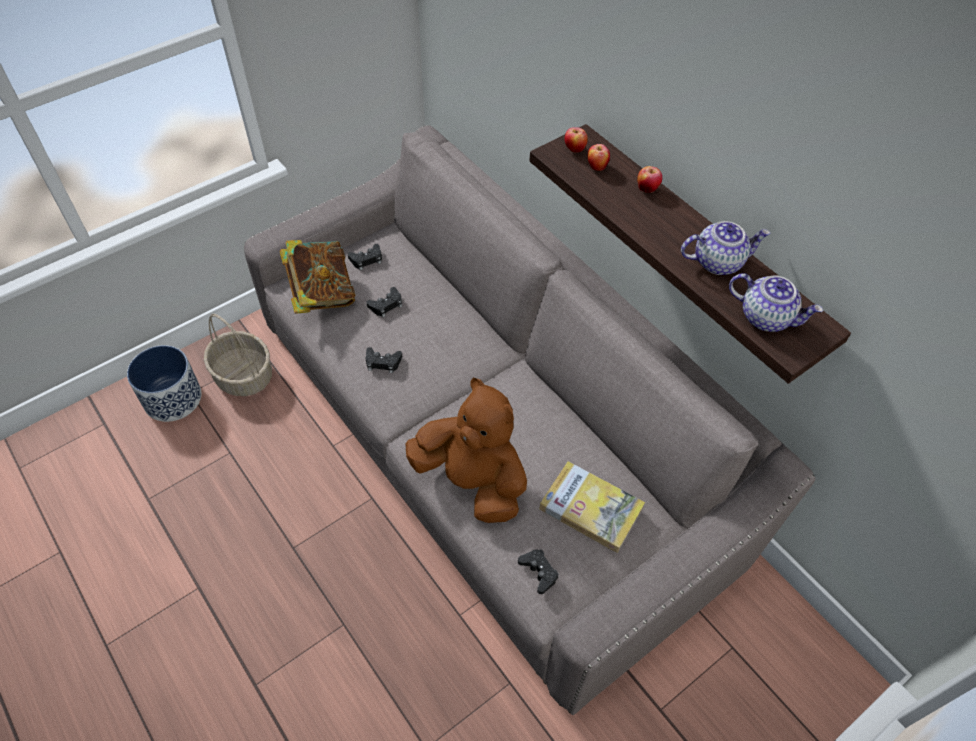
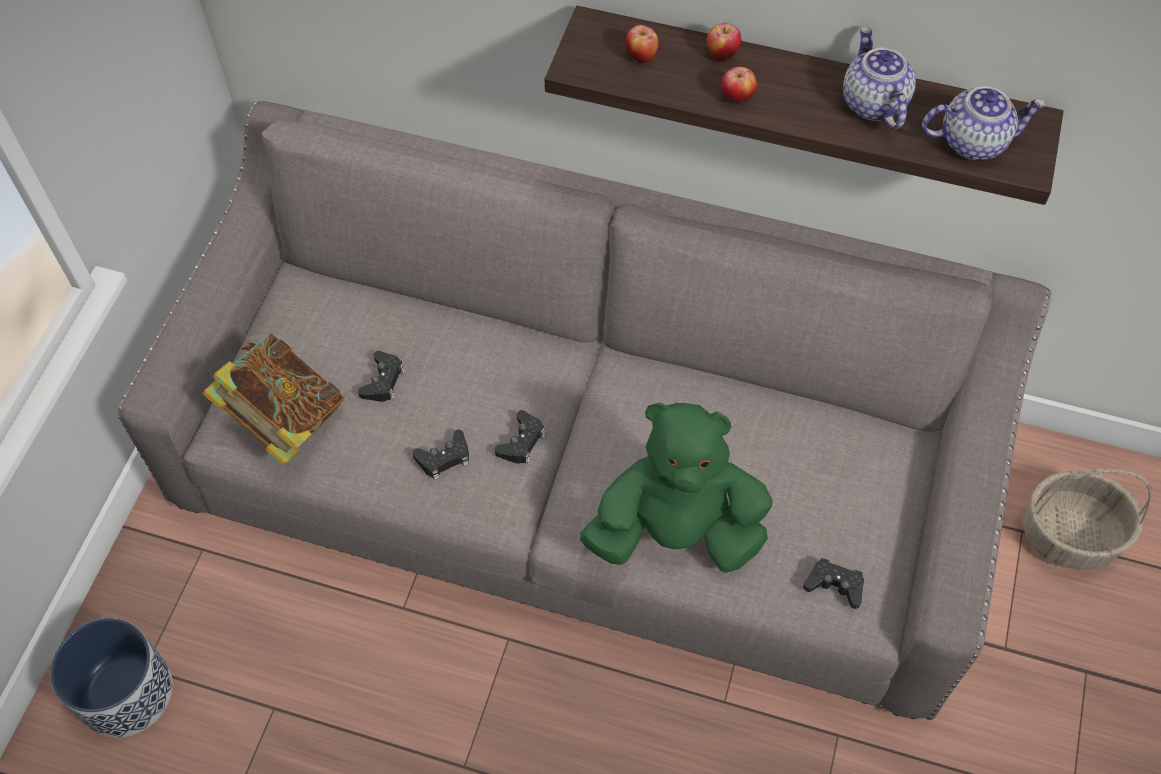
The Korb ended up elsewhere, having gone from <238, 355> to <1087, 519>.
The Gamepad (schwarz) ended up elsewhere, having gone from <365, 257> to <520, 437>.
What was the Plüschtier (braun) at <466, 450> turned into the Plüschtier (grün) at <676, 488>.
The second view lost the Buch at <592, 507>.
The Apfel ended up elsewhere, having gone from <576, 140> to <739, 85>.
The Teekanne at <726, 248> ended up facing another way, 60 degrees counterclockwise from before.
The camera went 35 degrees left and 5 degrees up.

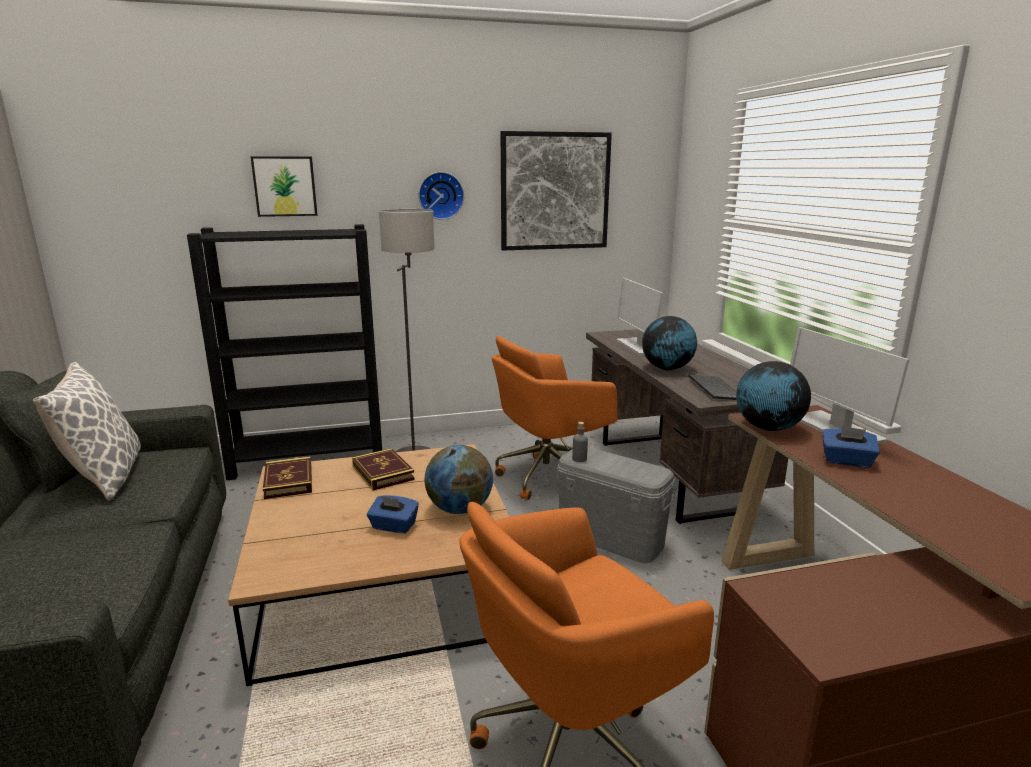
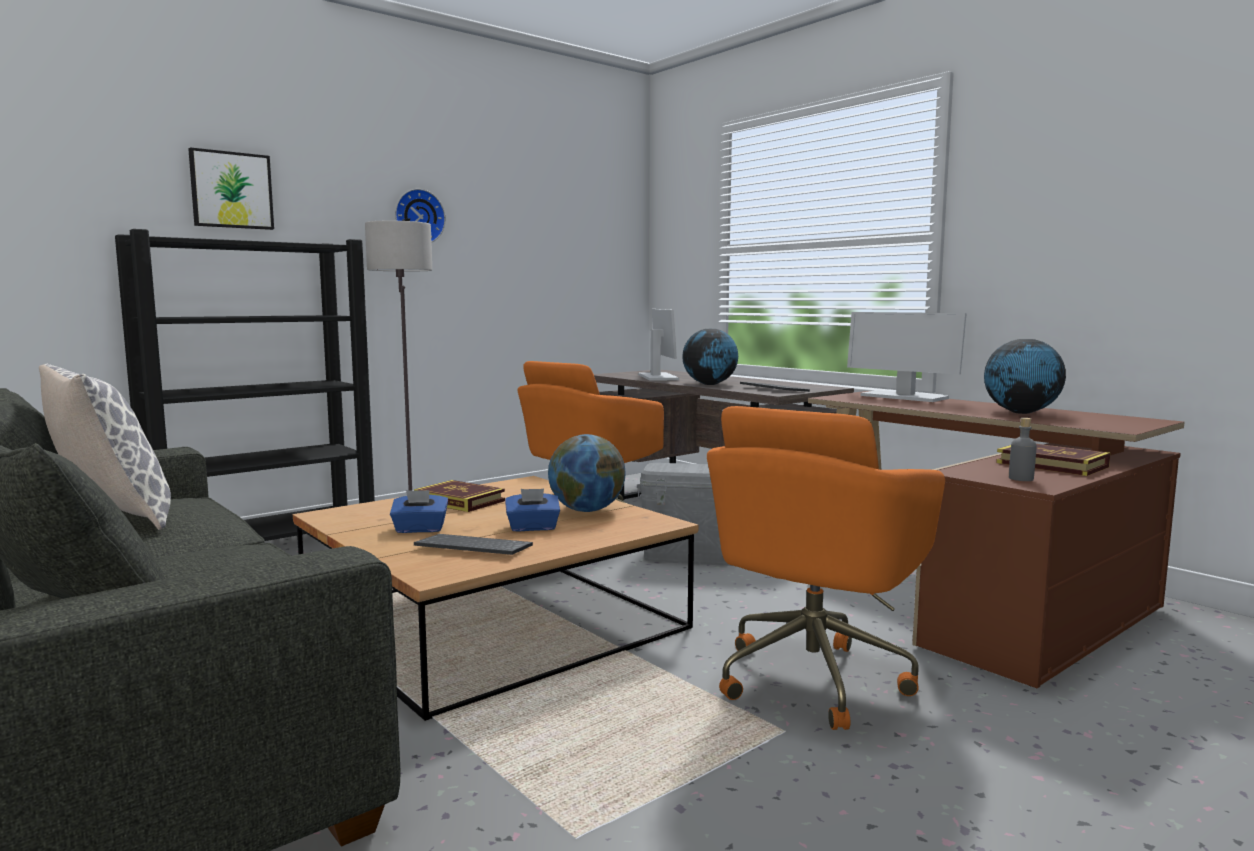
The Buch ended up elsewhere, having gone from <287, 477> to <1053, 460>.
The second view lost the Bild at <556, 190>.
The Flasche (grau) ended up elsewhere, having gone from <580, 442> to <1023, 449>.
The Monitor at <640, 316> ended up facing another way, 150 degrees counterclockwise from before.
The Globus ended up elsewhere, having gone from <773, 396> to <1025, 376>.
The Taschentuchbox (blau) ended up elsewhere, having gone from <851, 447> to <419, 511>.
The second view gained the Tastatur at <473, 544>.
The camera went 25 degrees left and 10 degrees down.

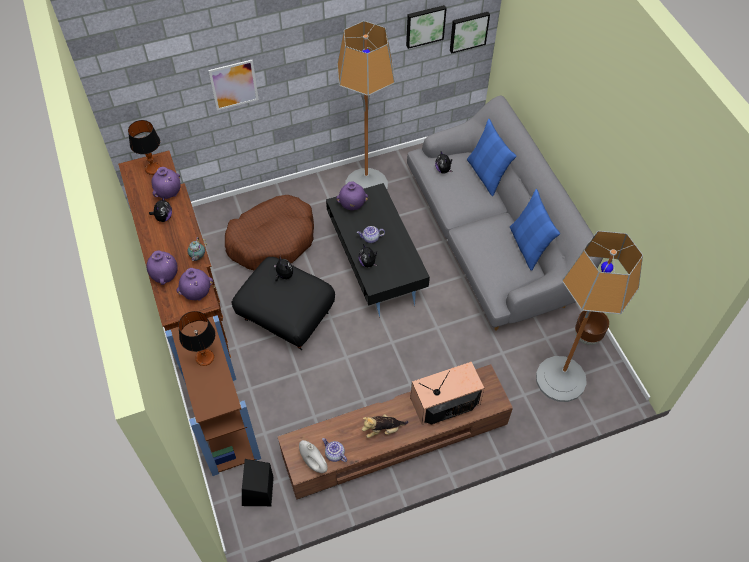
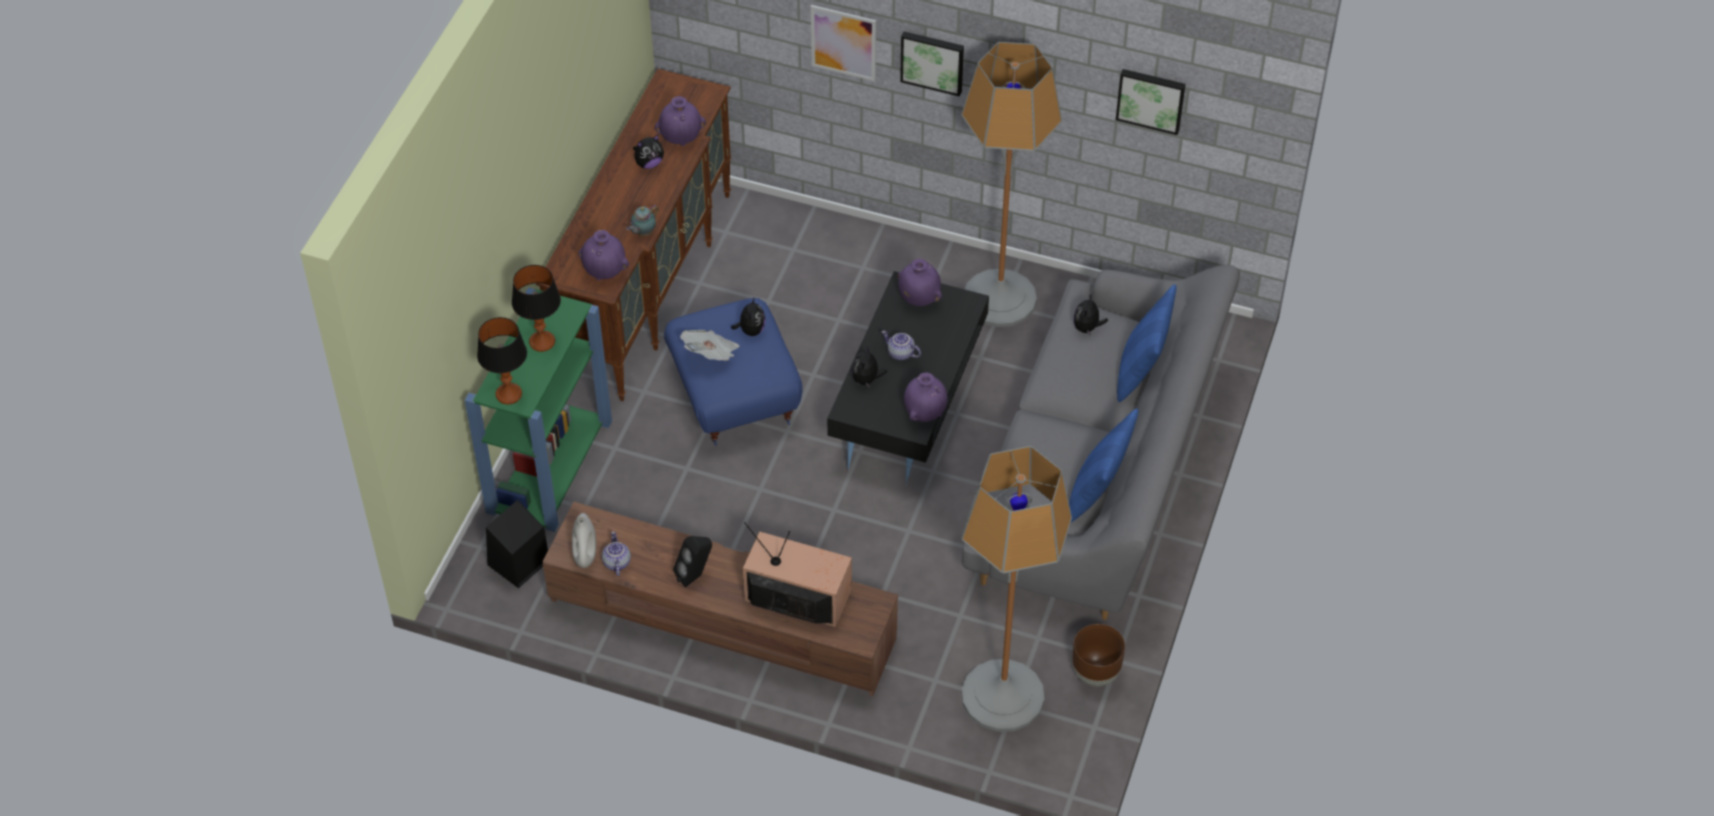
The Tischlampe ended up elsewhere, having gone from <144, 147> to <502, 361>.
The Vase (lila) ended up elsewhere, having gone from <162, 267> to <926, 397>.
What was the Bücherregal (braun) at <213, 395> turned into the Bücherregal (grün) at <538, 410>.
The second view lost the Hundebett (braun) at <269, 233>.
What was the Polsterhocker (schwarz) at <283, 303> turned into the Polsterhocker (blau) at <733, 372>.
Where the Plüschtier stood at <385, 426>, the Lautsprecher (schwarz) came to stand at <692, 562>.
The Bild ended up elsewhere, having gone from <470, 33> to <932, 64>.
The second view gained the Zeitung at <709, 345>.
The camera went 40 degrees right and 5 degrees down.

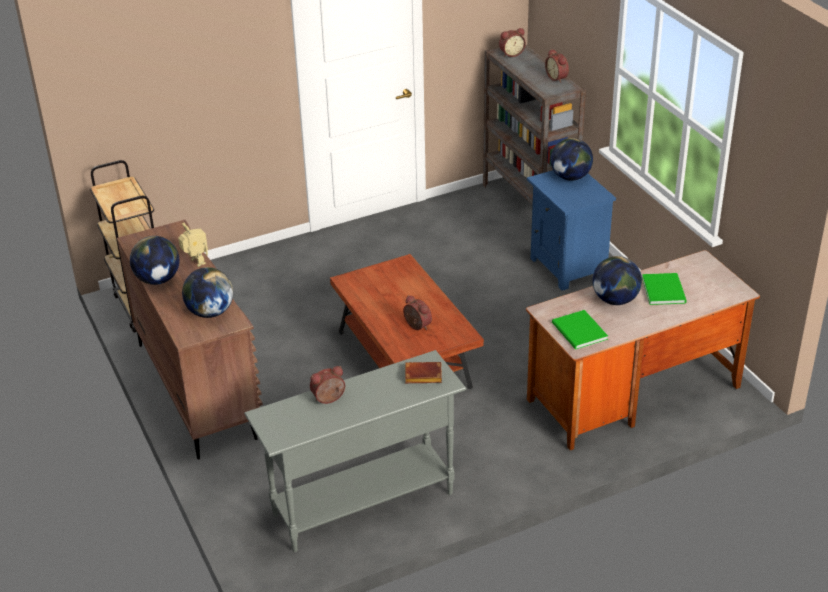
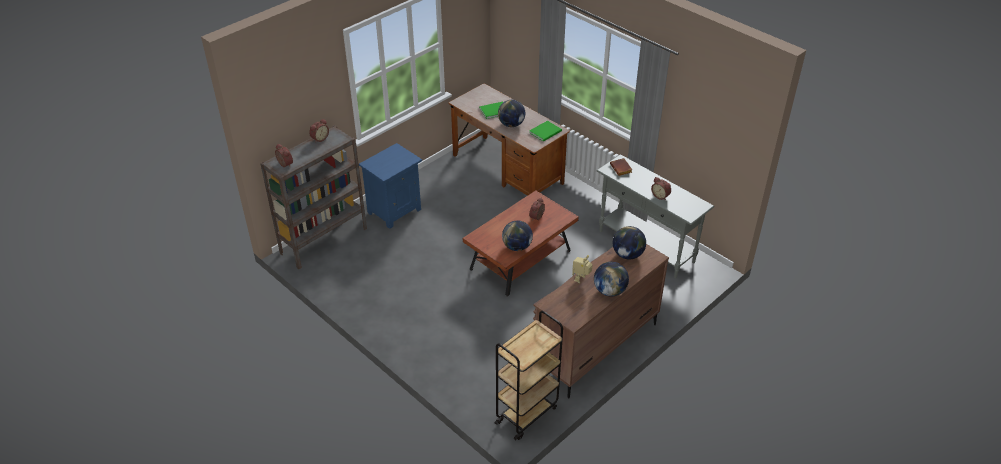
The Globus ended up elsewhere, having gone from <571, 159> to <517, 235>.
The camera went 110 degrees left and 5 degrees up.

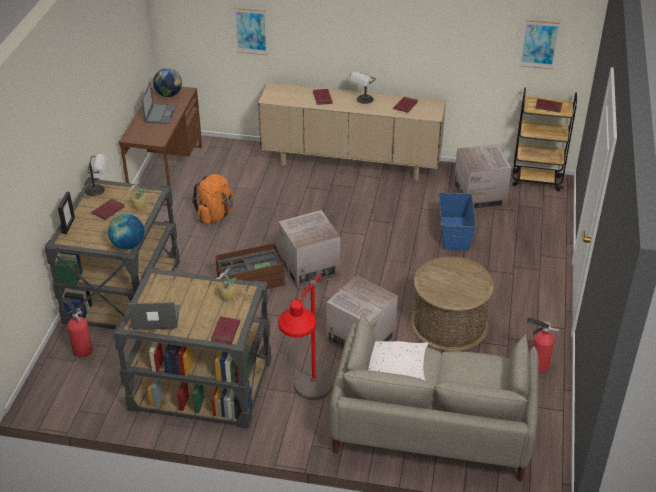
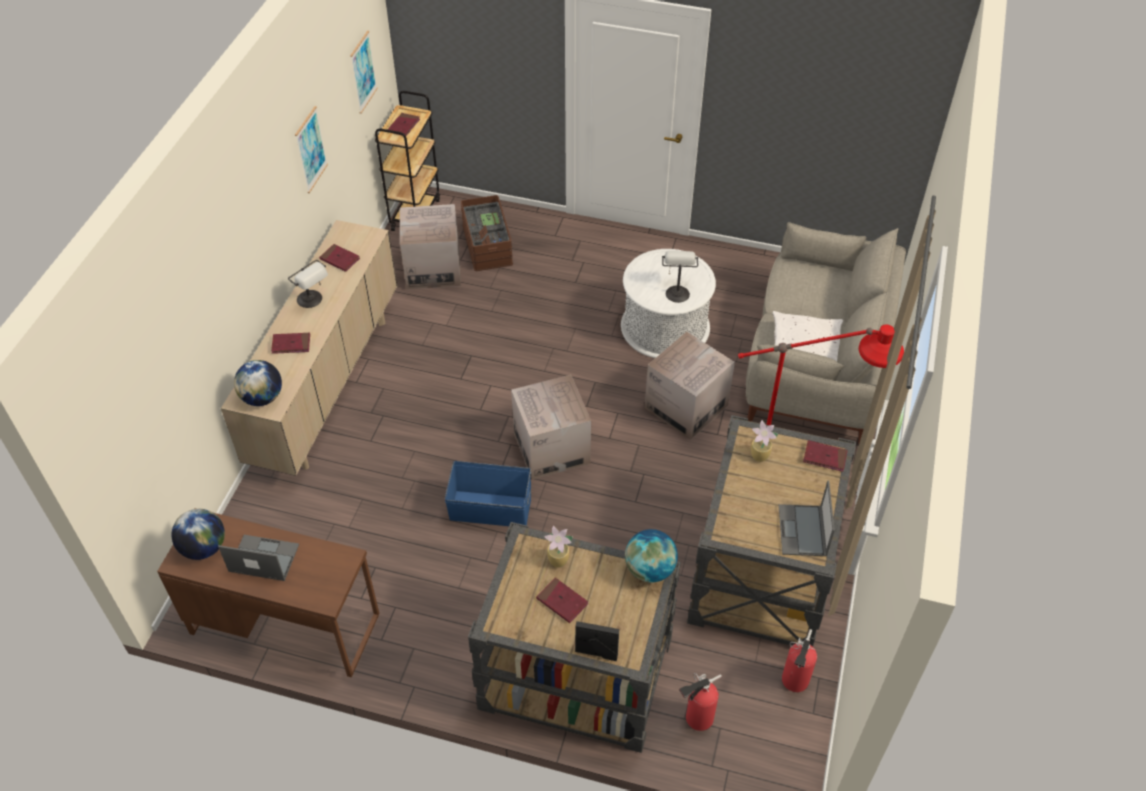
The Tischlampe ended up elsewhere, having gone from <97, 175> to <680, 277>.
The second view lost the Rucksack (orange) at <213, 199>.
The Aufbewahrungsbox (braun) ended up elsewhere, having gone from <250, 266> to <487, 233>.
The Bild ended up elsewhere, having gone from <251, 31> to <311, 149>.
What was the Couchtisch (braun) at <452, 304> turned into the Couchtisch (weiß) at <668, 303>.
The Aufbewahrungsbox (blau) ended up elsewhere, having gone from <457, 221> to <488, 493>.
The Feuerlöscher ended up elsewhere, having gone from <542, 344> to <799, 660>.
The second view gained the Globus at <258, 383>.
The camera went 85 degrees left and 10 degrees up.

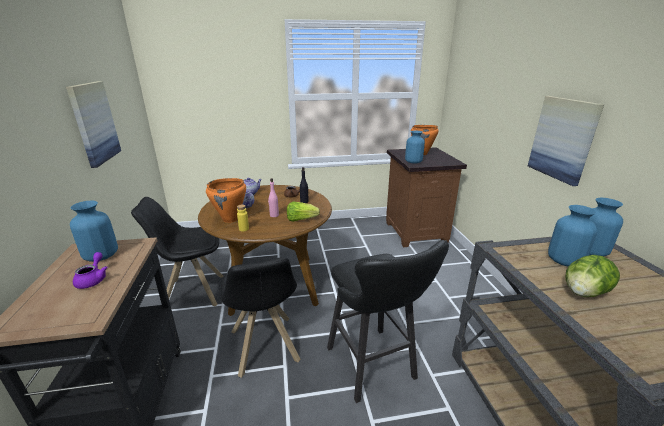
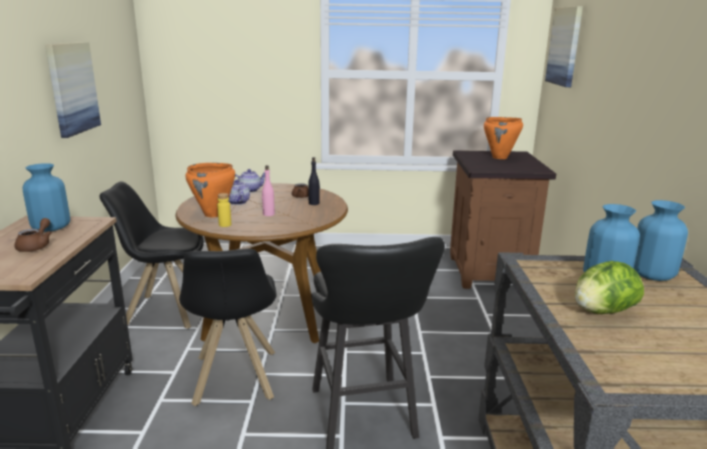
What was the Teekanne (lila) at <90, 270> turned into the Teekanne (braun) at <33, 235>.
The second view lost the Salatkopf at <303, 212>.
The second view lost the Vase (blau) at <415, 147>.
The Bild ended up elsewhere, having gone from <566, 141> to <564, 46>.
The camera went 10 degrees right and 5 degrees down.

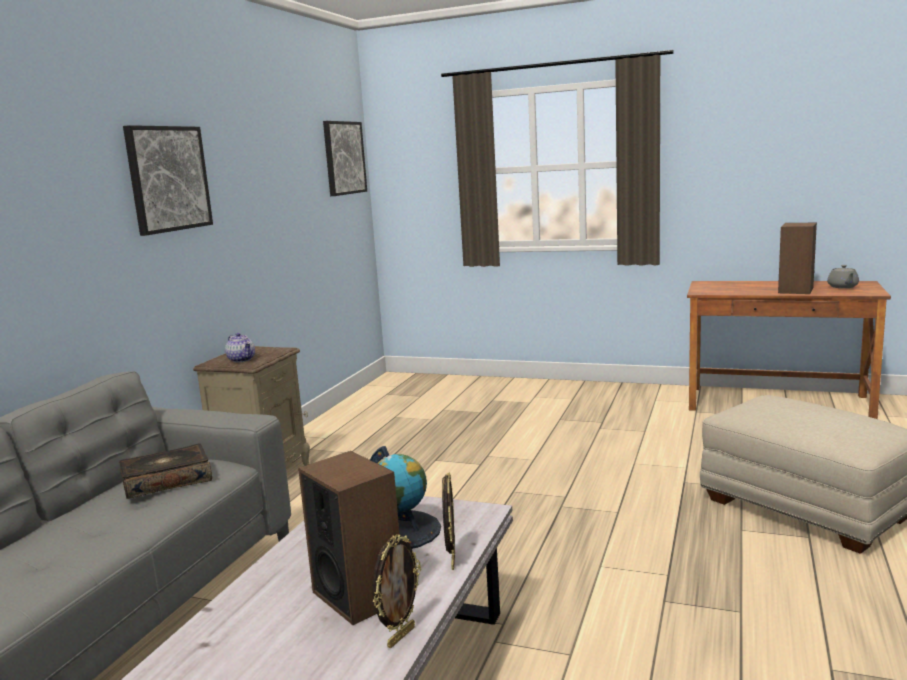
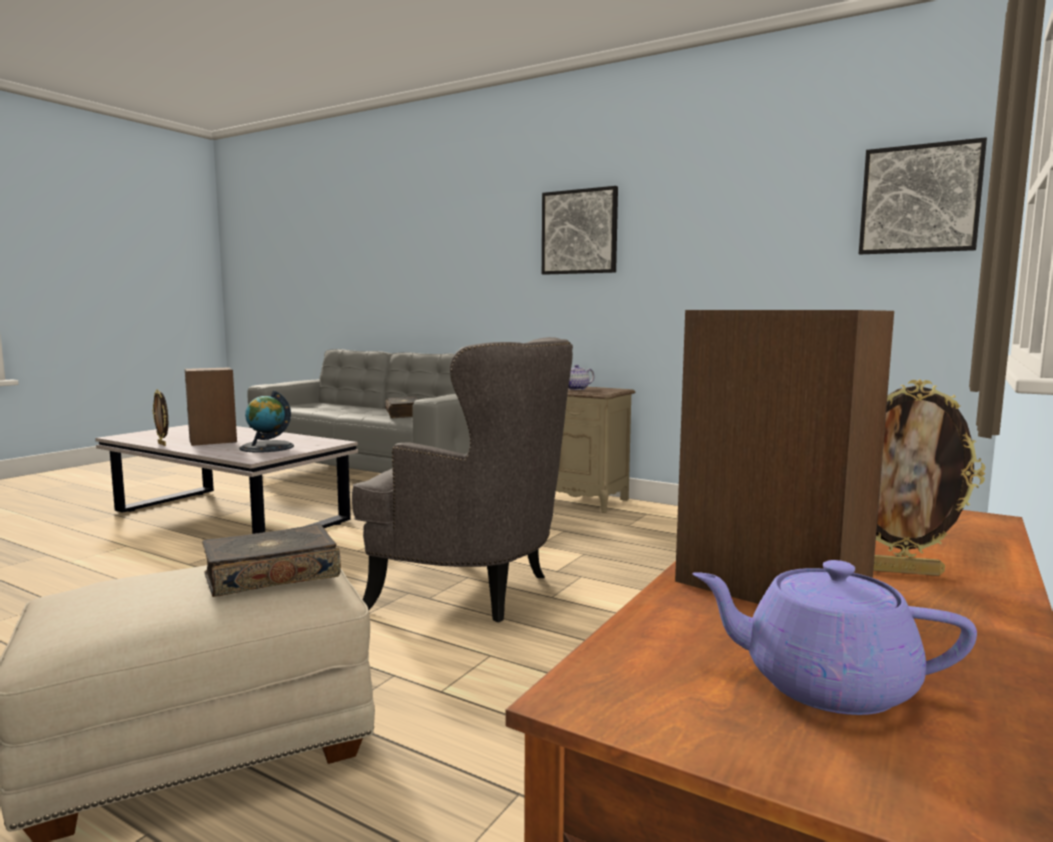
The Bilderrahmen ended up elsewhere, having gone from <448, 521> to <929, 477>.
What was the Teekanne (grau) at <843, 276> turned into the Teekanne (lila) at <834, 637>.
The second view gained the Buch at <271, 560>.
The second view gained the Sessel (grau) at <462, 480>.
The camera went 100 degrees right and 5 degrees down.

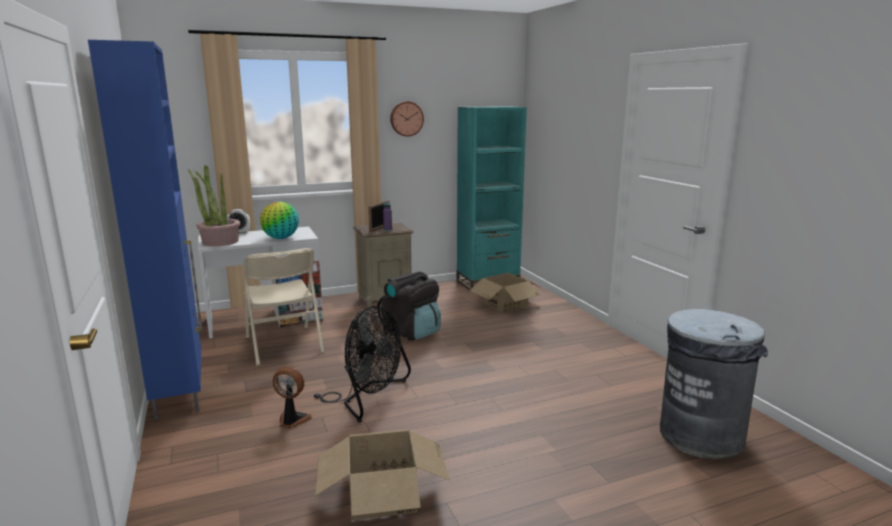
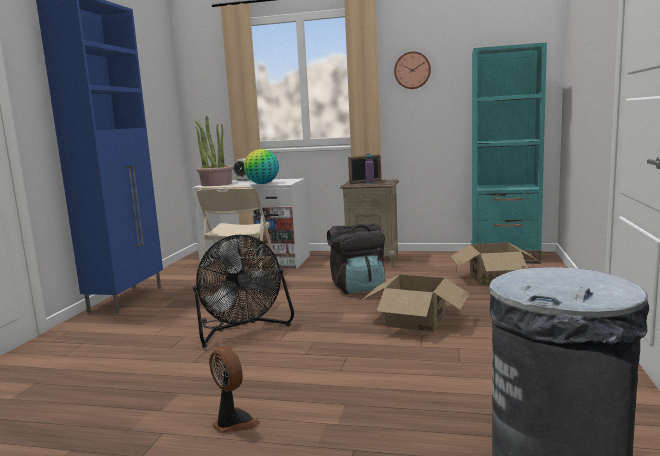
The Ventilator ended up elsewhere, having gone from <292, 397> to <234, 389>.
The Karton ended up elsewhere, having gone from <382, 475> to <415, 303>.
The camera went 35 degrees right and 5 degrees down.

